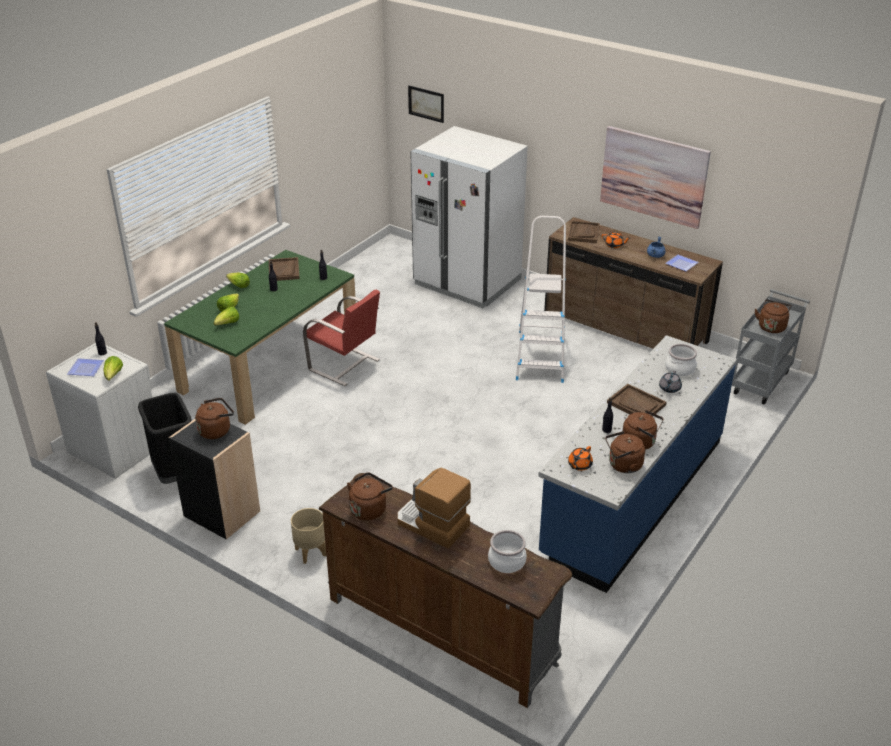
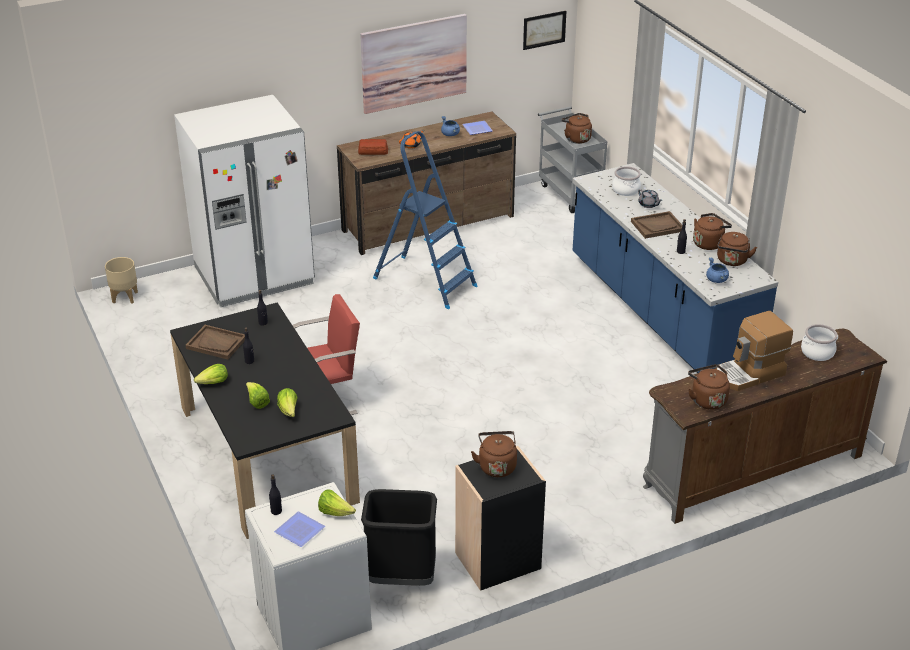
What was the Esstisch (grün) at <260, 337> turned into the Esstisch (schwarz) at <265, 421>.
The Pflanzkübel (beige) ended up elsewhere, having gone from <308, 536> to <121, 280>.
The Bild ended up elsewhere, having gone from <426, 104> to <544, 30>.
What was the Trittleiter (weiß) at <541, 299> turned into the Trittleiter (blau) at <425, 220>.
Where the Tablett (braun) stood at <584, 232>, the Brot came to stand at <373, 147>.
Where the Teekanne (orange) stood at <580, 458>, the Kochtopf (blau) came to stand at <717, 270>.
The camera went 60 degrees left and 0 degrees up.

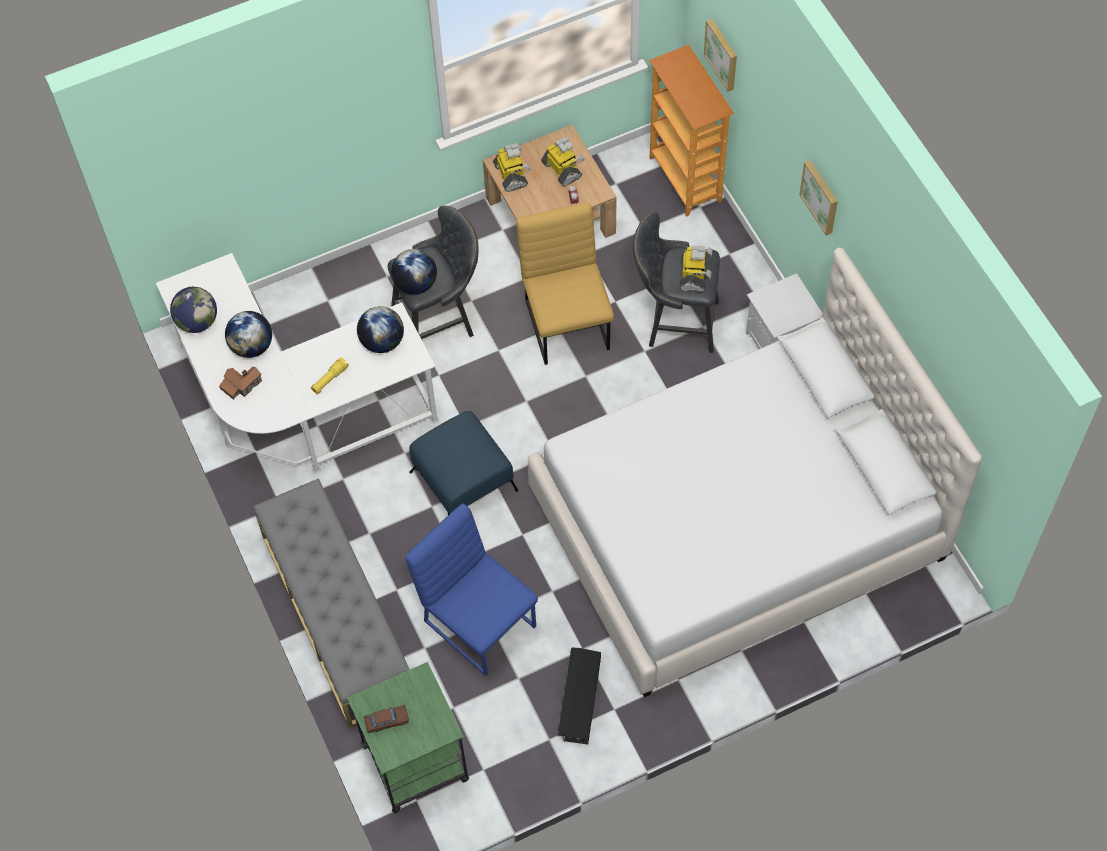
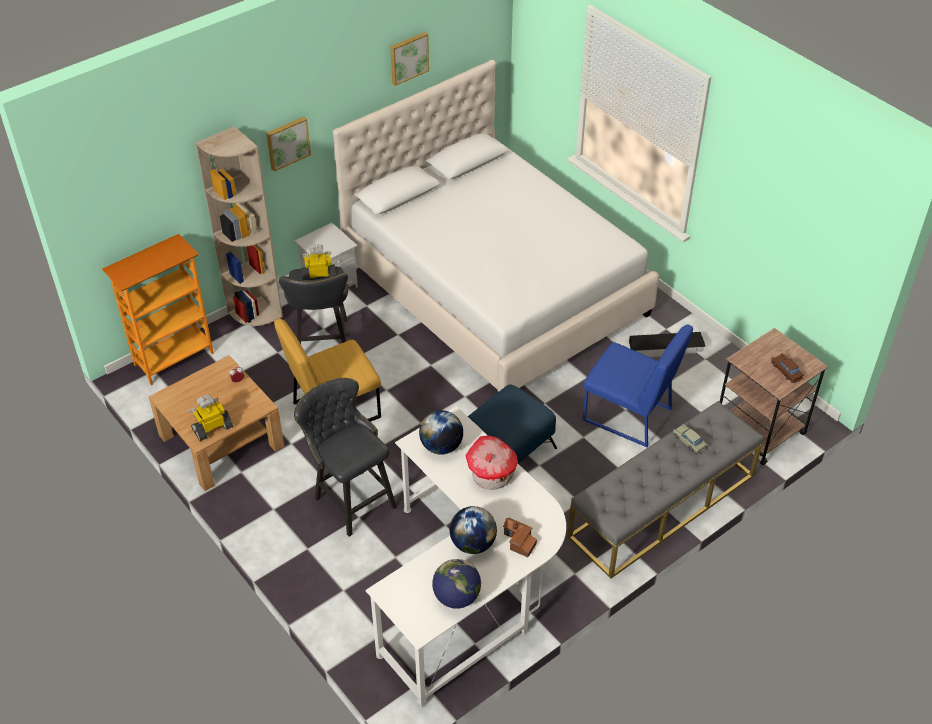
Where the Taschenlampe (gelb) stood at <330, 376>, the Spielzeughaus came to stand at <491, 462>.
What was the Rollwagen (grün) at <408, 737> turned into the Rollwagen (braun) at <774, 396>.
The second view lost the Globus at <414, 272>.
The Stuhl (blau) at <471, 589> ended up facing another way, 90 degrees counterclockwise from before.
The second view lost the Spielzeugroboter at <562, 162>.
The Bild ended up elsewhere, having gone from <720, 55> to <409, 59>.
The second view gained the Bücherregal (beige) at <239, 226>.
The second view gained the Spielzeugauto (beige) at <690, 439>.
The camera went 105 degrees left and 15 degrees down.

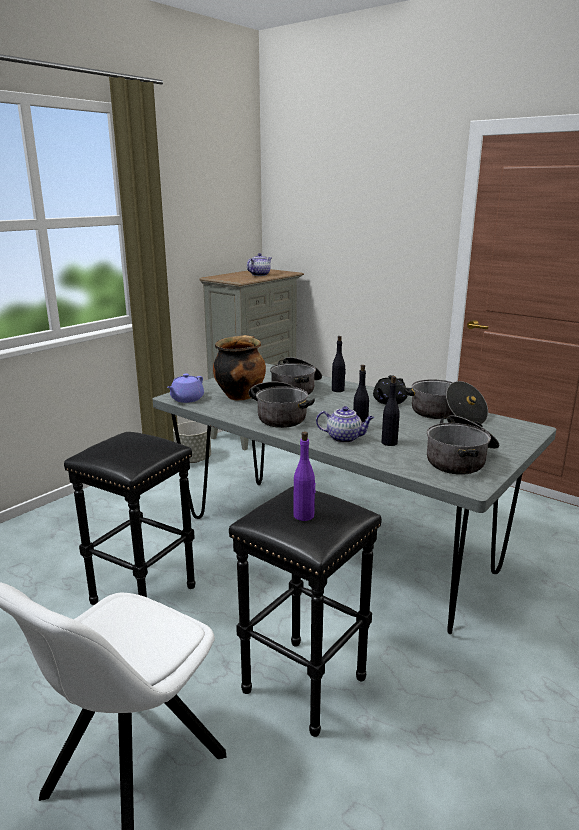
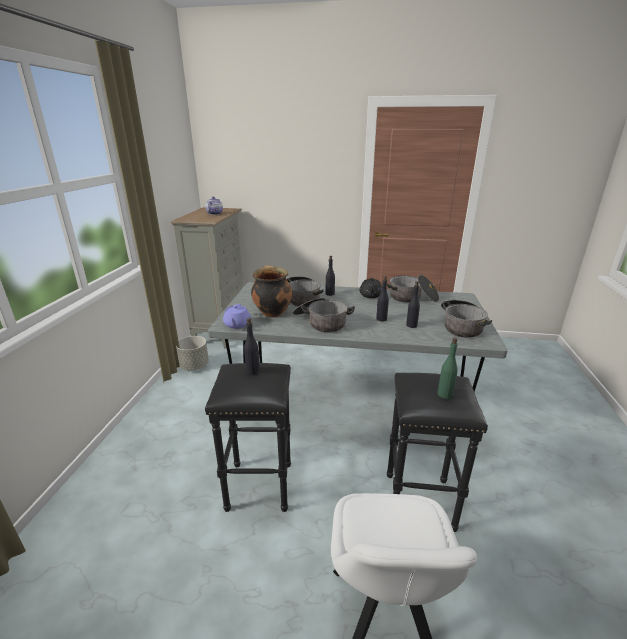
What was the Flasche (lila) at <305, 476> turned into the Flasche (grün) at <448, 368>.
The second view lost the Teekanne at <345, 424>.
The second view gained the Flasche (schwarz) at <252, 346>.
The camera went 30 degrees left and 5 degrees up.

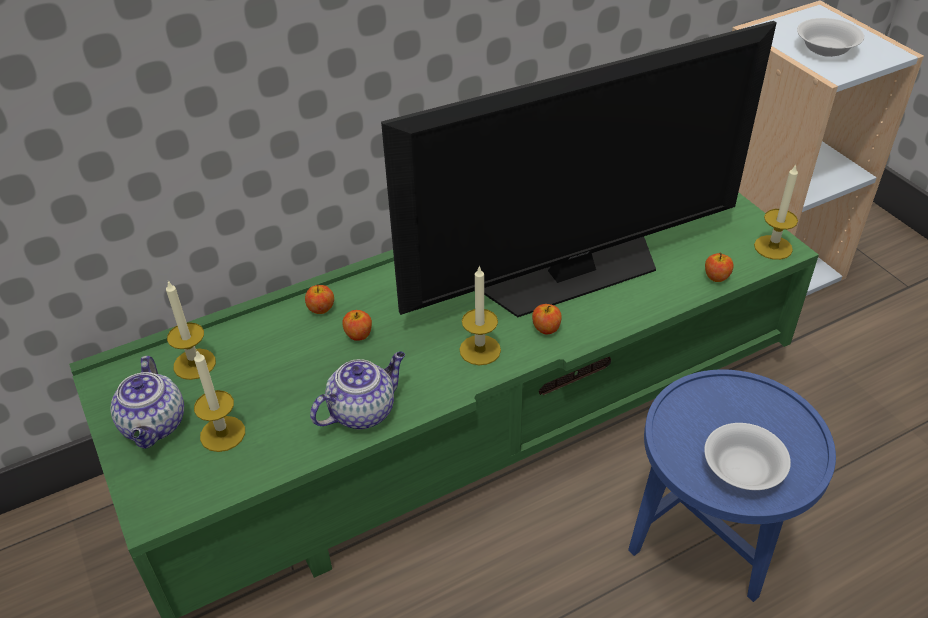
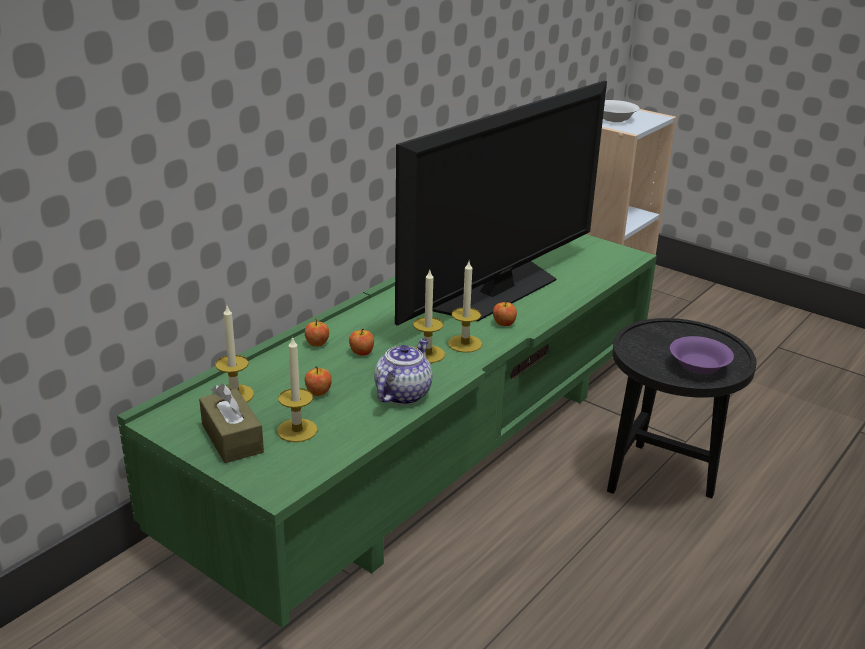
Where the Teekanne stood at <147, 402>, the Taschentuchbox (braun) came to stand at <231, 423>.
What was the Beistelltisch (blau) at <732, 485> turned into the Beistelltisch (schwarz) at <682, 408>.
What was the Schüssel (weiß) at <747, 456> turned into the Schüssel (lila) at <702, 355>.
The Apfel ended up elsewhere, having gone from <719, 267> to <318, 381>.
The Kerze ended up elsewhere, having gone from <776, 212> to <429, 316>.
The camera went 25 degrees left and 15 degrees down.

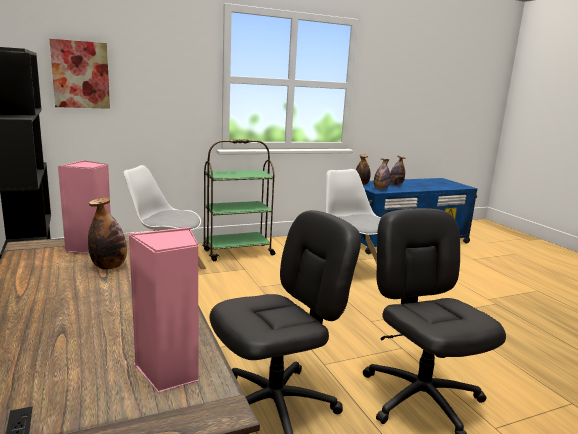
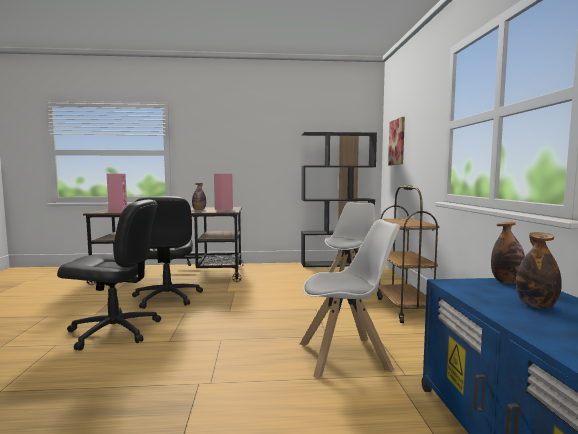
What was the Rollwagen (grün) at <238, 200> turned into the Rollwagen (braun) at <408, 254>.
The second view lost the Flasche at <382, 174>.
The camera went 110 degrees right and 10 degrees down.

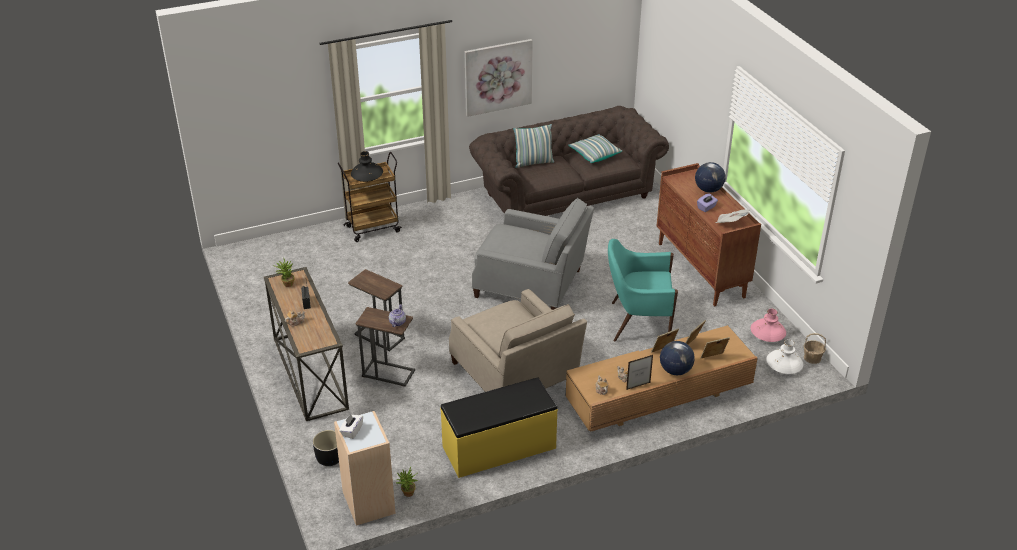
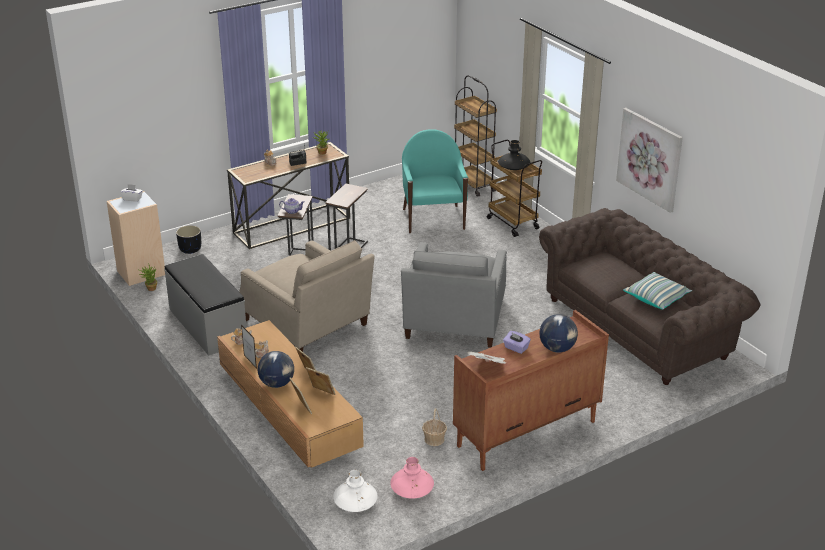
What was the Bank (gelb) at <499, 428> turned into the Bank (grau) at <205, 305>.
The Sessel (beige) at <518, 340> ended up facing another way, 90 degrees counterclockwise from before.
The second view lost the Kissen at <533, 146>.
The Sessel (türkis) ended up elsewhere, having gone from <643, 290> to <435, 181>.
The Korb ended up elsewhere, having gone from <815, 348> to <434, 427>.
The second view gained the Rollwagen (braun) at <475, 136>.
The camera went 80 degrees right and 5 degrees down.

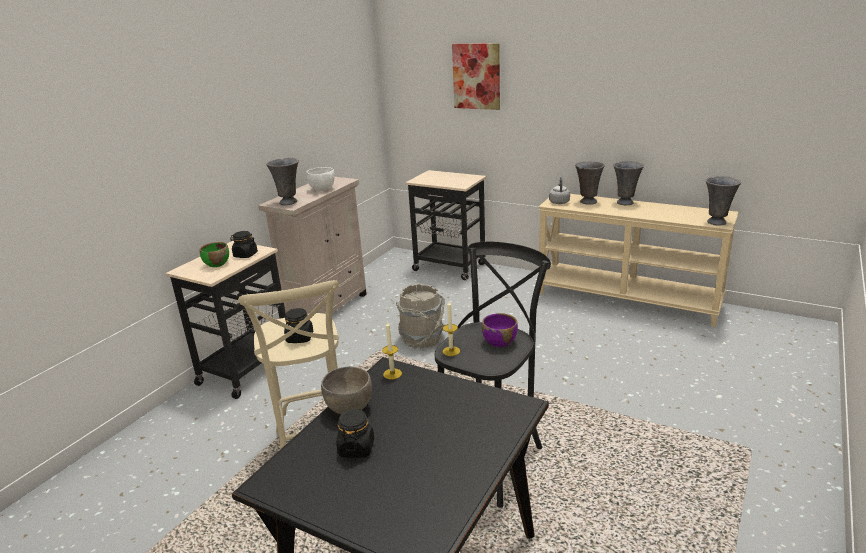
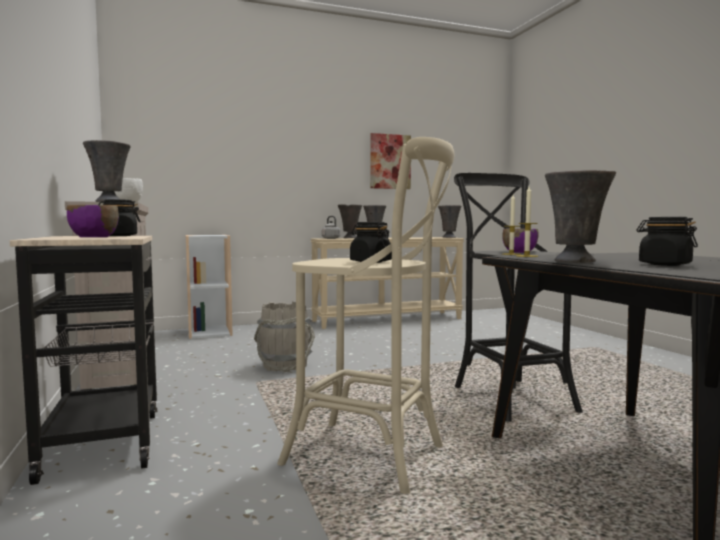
What was the Schüssel (grün) at <214, 254> turned into the Schüssel (lila) at <93, 221>.
Where the Schüssel (grau) stood at <346, 390>, the Vase (grau) came to stand at <580, 216>.
Where the Rollwagen stood at <446, 225>, the Bücherregal came to stand at <209, 287>.
The Bild ended up elsewhere, having gone from <476, 76> to <390, 161>.
The camera went 50 degrees left and 20 degrees down.

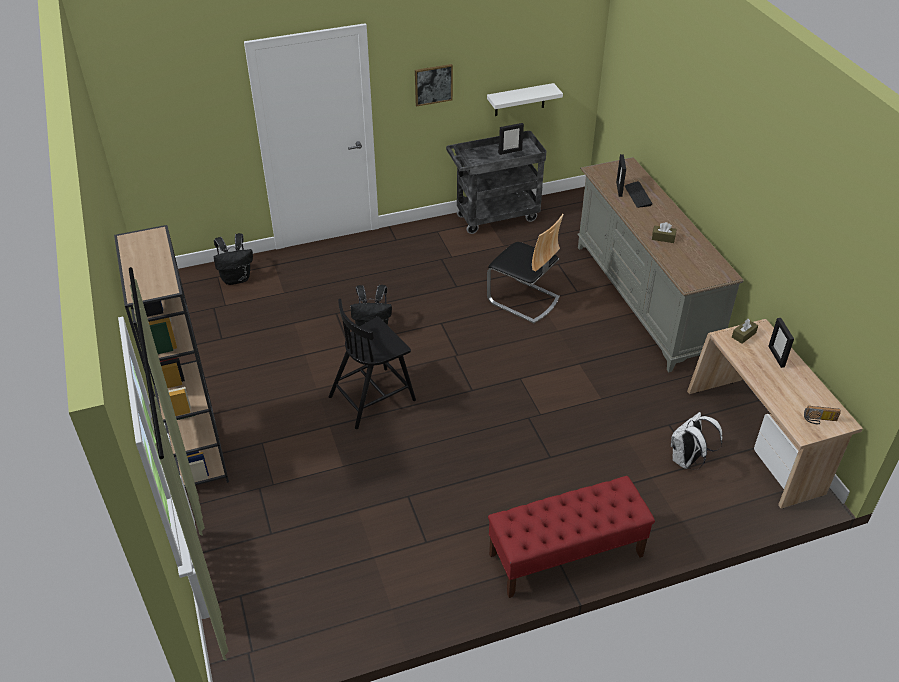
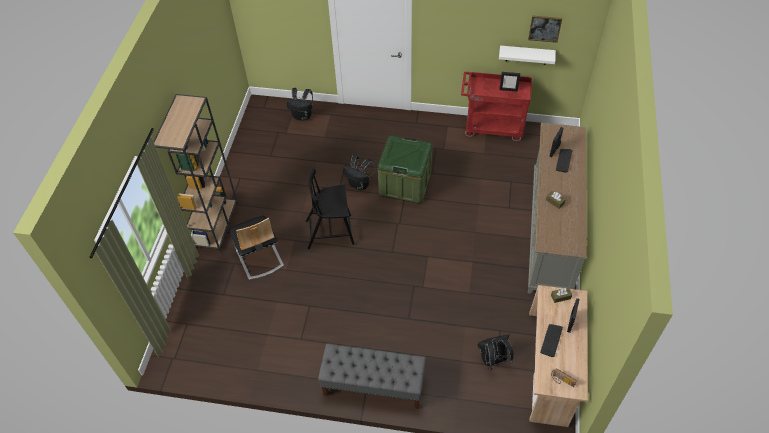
The Bild ended up elsewhere, having gone from <434, 85> to <545, 29>.
What was the Rollwagen (schwarz) at <496, 182> turned into the Rollwagen (rot) at <496, 106>.
The Stuhl ended up elsewhere, having gone from <525, 268> to <256, 247>.
What was the Bank (rot) at <571, 537> turned into the Bank (grau) at <372, 376>.
What was the Rucksack (weiß) at <696, 441> turned into the Rucksack (schwarz) at <496, 352>.
The second view gained the Aufbewahrungsbox (grün) at <404, 170>.
The second view gained the Tastatur at <551, 340>.
The camera went 30 degrees right and 10 degrees up.

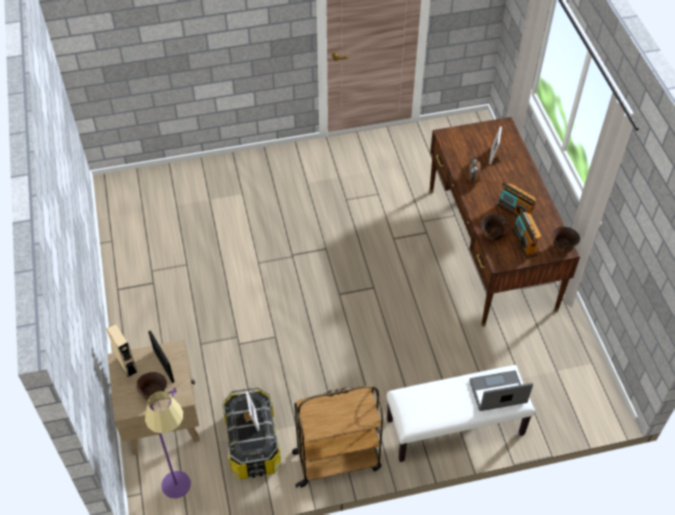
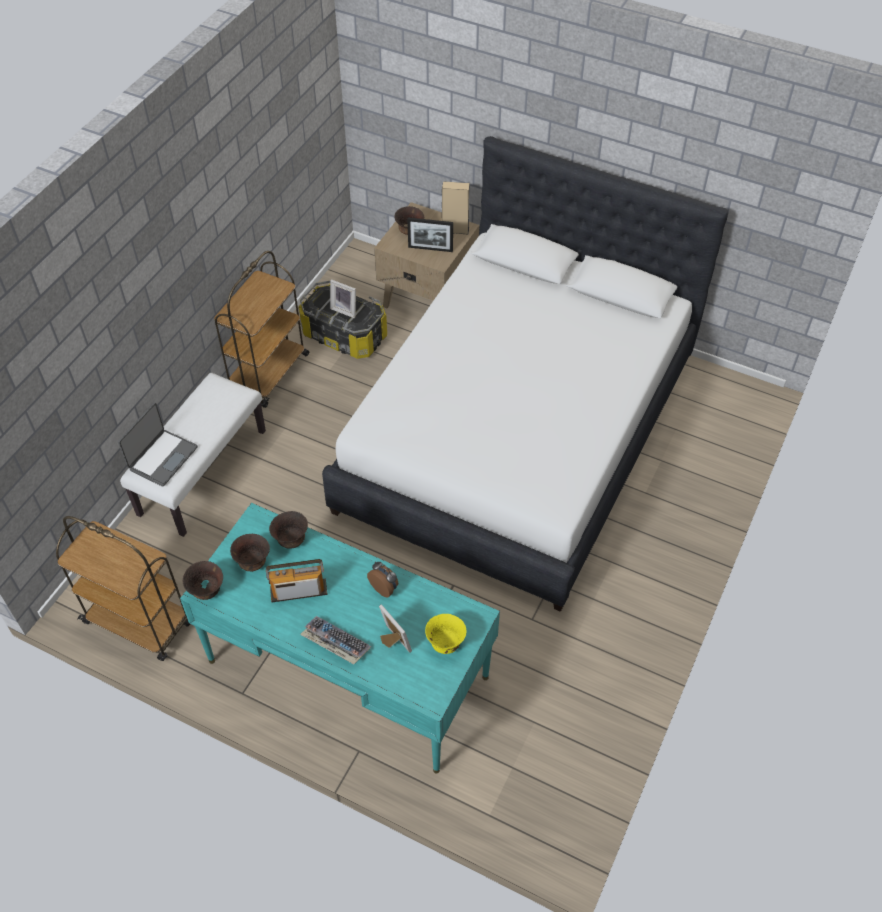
The second view lost the Stehlampe (lila) at <168, 442>.
What was the Schreibtisch (braun) at <504, 222> turned into the Schreibtisch (türkis) at <340, 638>.
Where the Radio stood at <526, 233>, the Schüssel (braun) came to stand at <250, 553>.
The second view gained the Rollwagen (braun) at <123, 588>.
The second view gained the Tastatur at <335, 640>.
The second view gained the Bett (weiß) at <525, 374>.
The second view gained the Schüssel (gelb) at <446, 634>.
The camera went 130 degrees right and 0 degrees up.

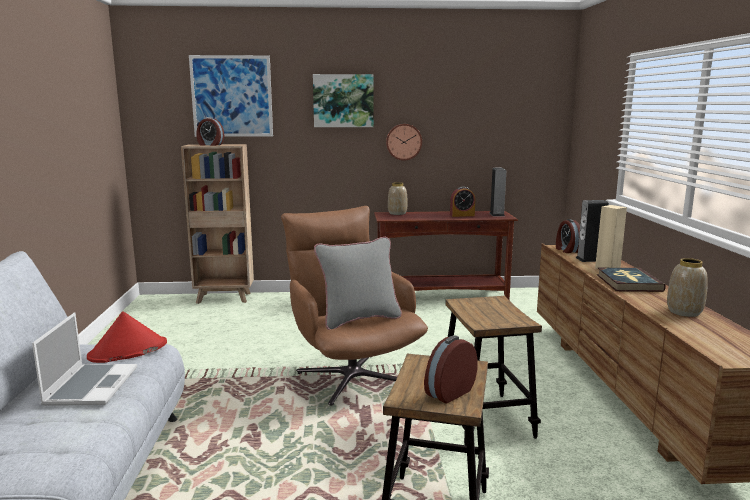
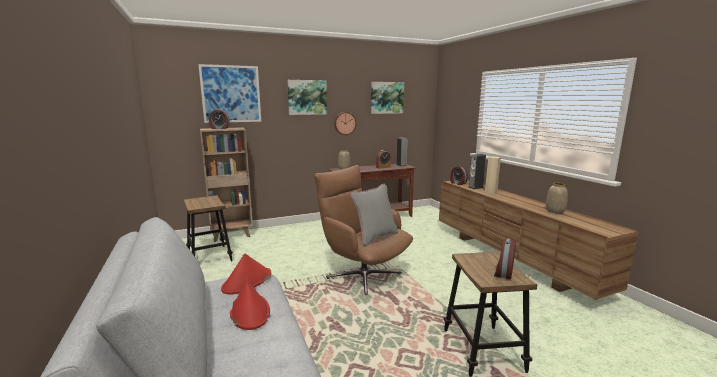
Where the Laptop stood at <84, 359>, the Hut (rot) came to stand at <250, 304>.
The Hocker ended up elsewhere, having gone from <493, 371> to <208, 228>.
The second view lost the Buch at <631, 280>.
The second view gained the Bild at <387, 98>.
The camera went 20 degrees left and 0 degrees up.

